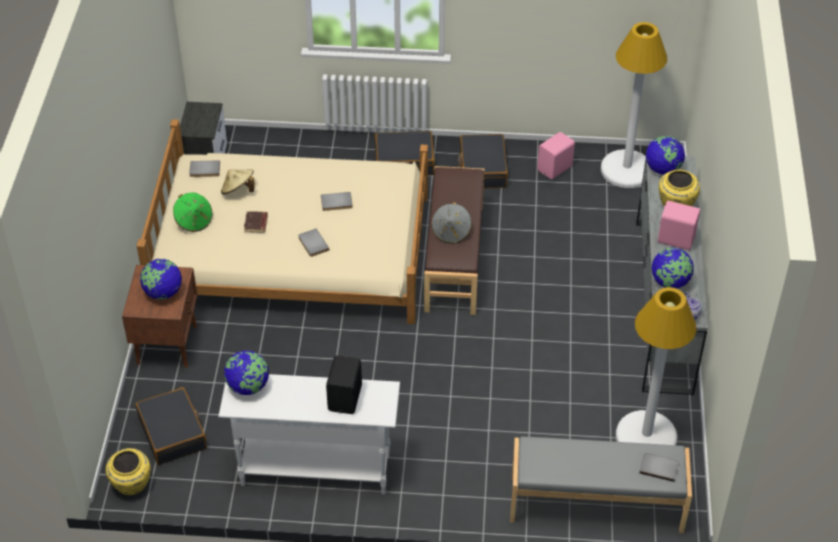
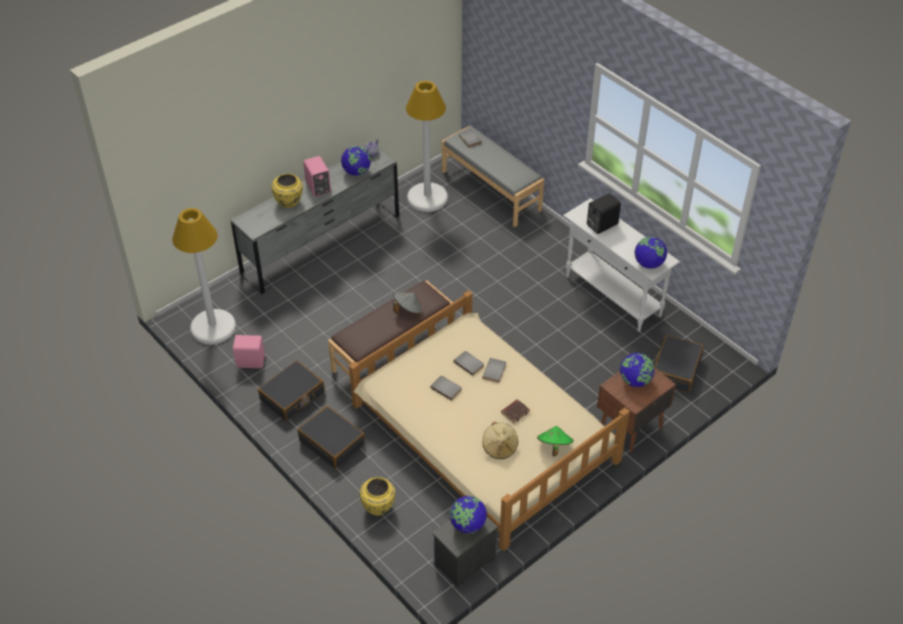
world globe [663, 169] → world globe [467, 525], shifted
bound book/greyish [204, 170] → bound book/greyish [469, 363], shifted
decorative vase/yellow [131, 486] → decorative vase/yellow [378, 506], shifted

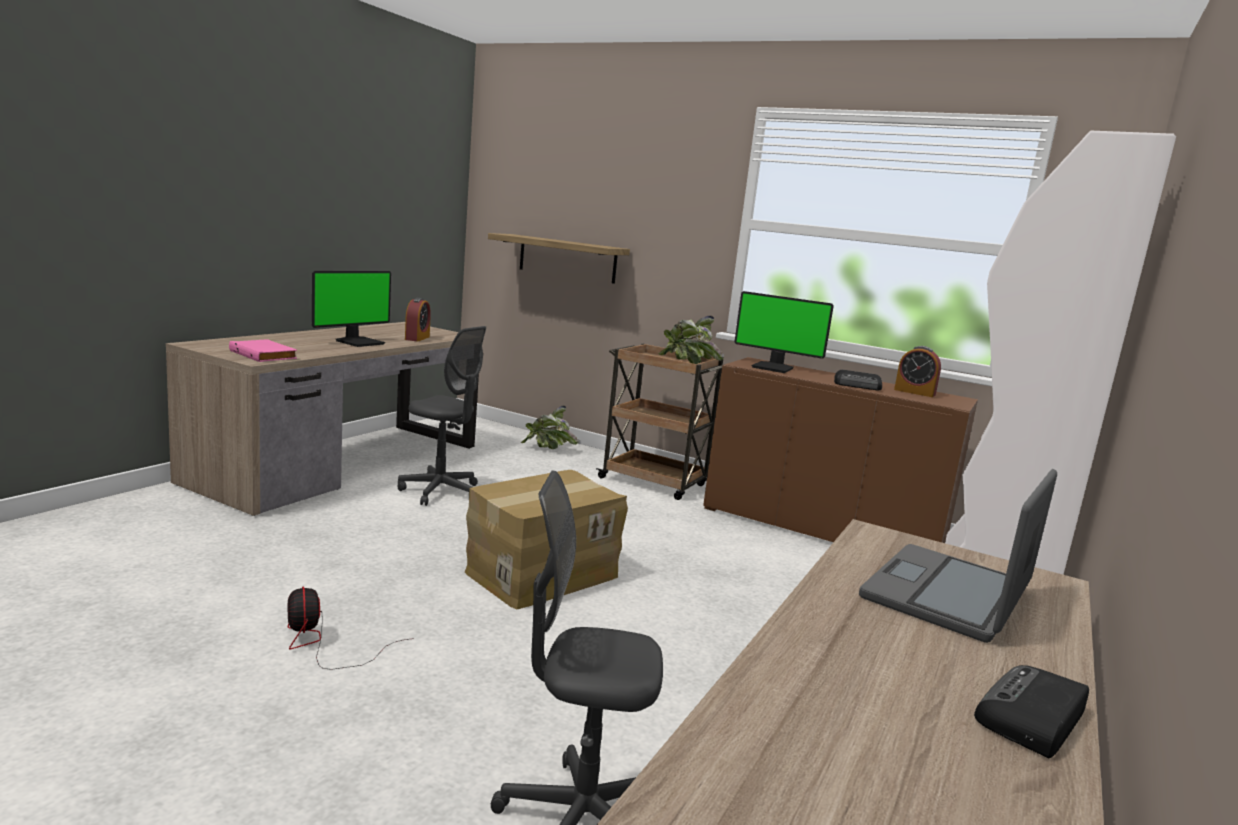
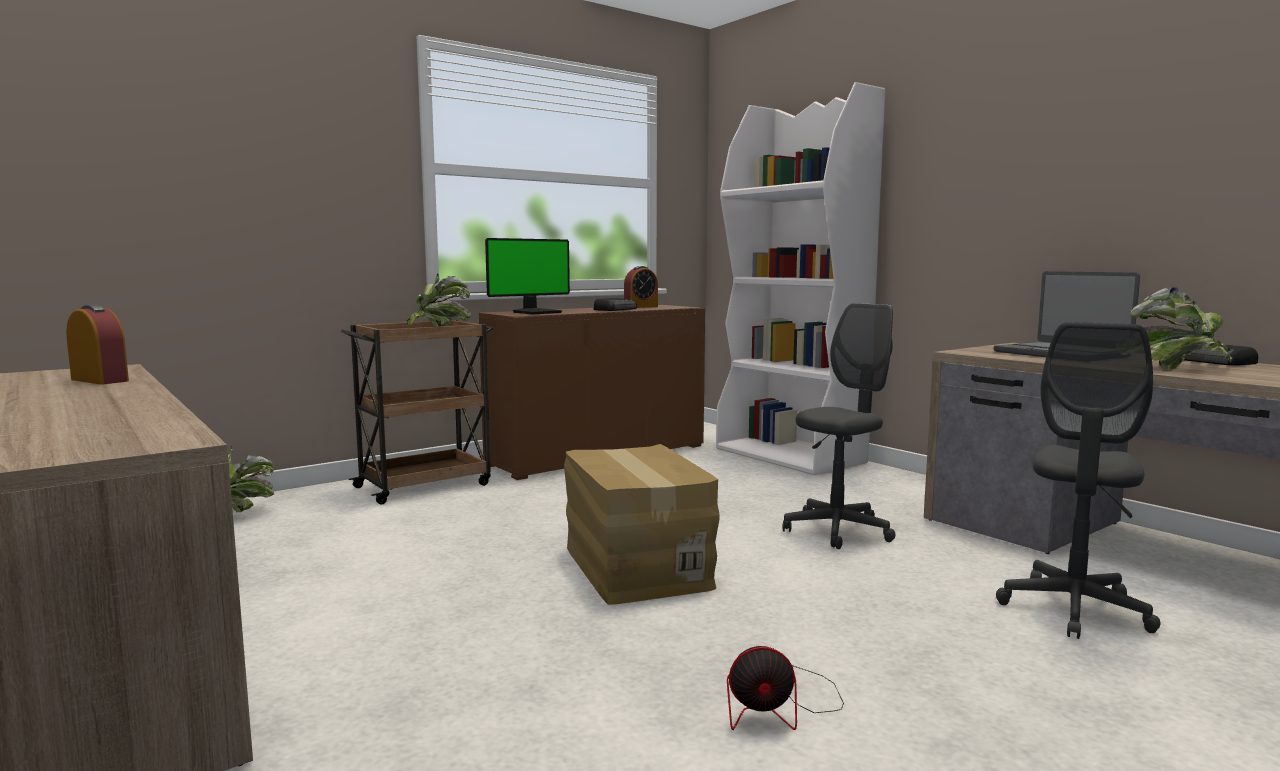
wall shelf [567, 258] → -
computer display [359, 342] → -
computer chair/greyish [441, 492] → computer chair/greyish [837, 530], shifted
bound book/pinkish [265, 354] → -
- → potted plant [1173, 368]

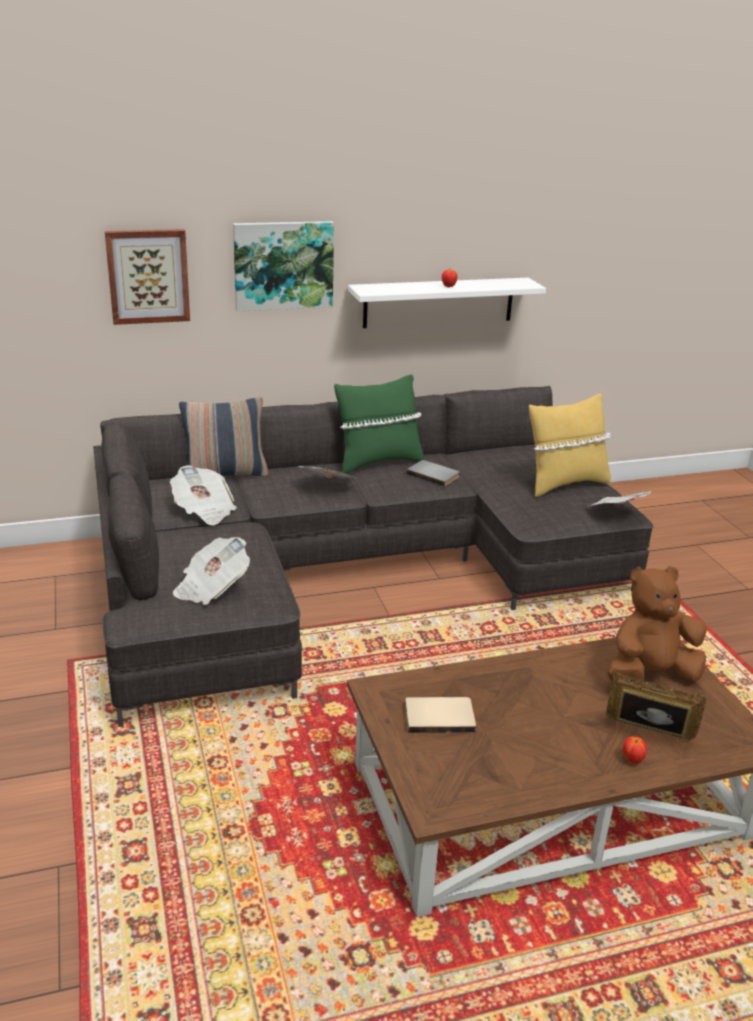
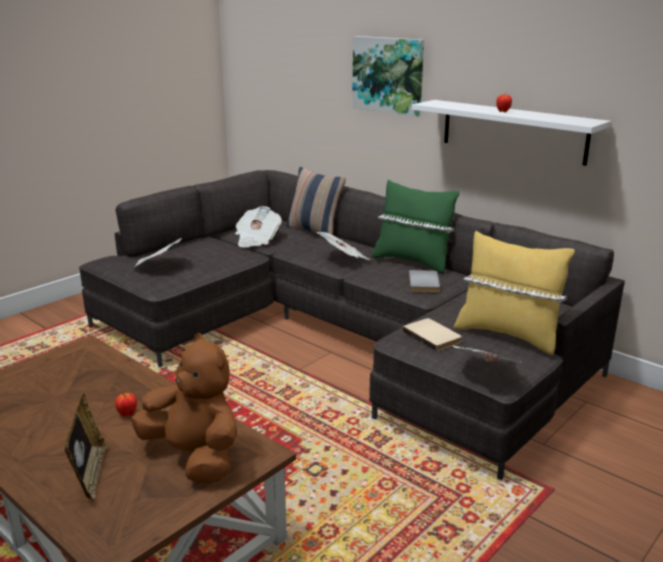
picture [148, 276] → -
bound book/beige [439, 716] → bound book/beige [433, 336], shifted
apple [632, 760] → apple [127, 414], shifted

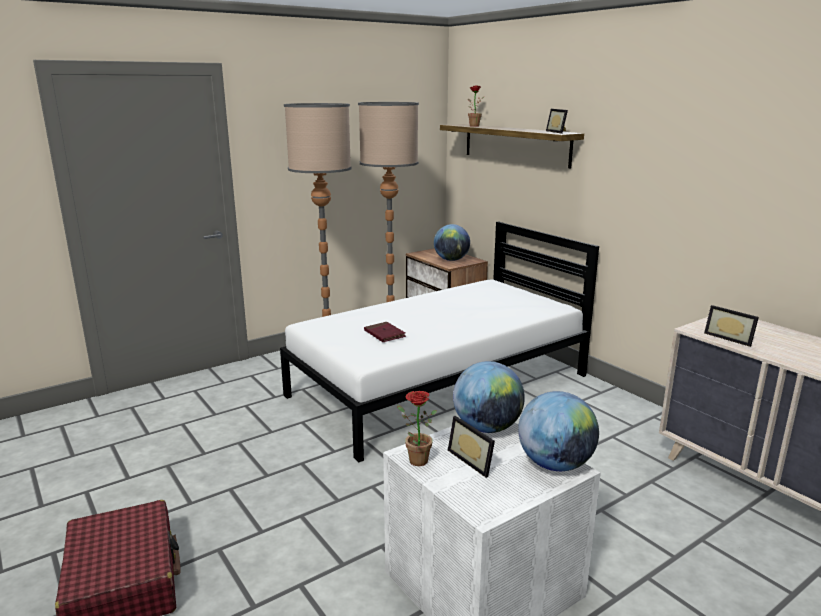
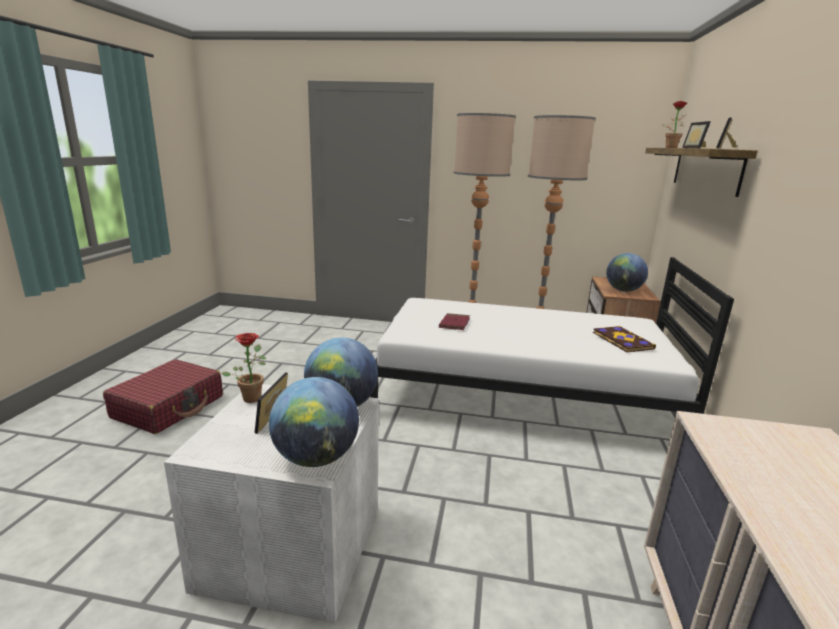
photo frame [730, 338] → photo frame [697, 148], shifted
- → bound book [621, 341]

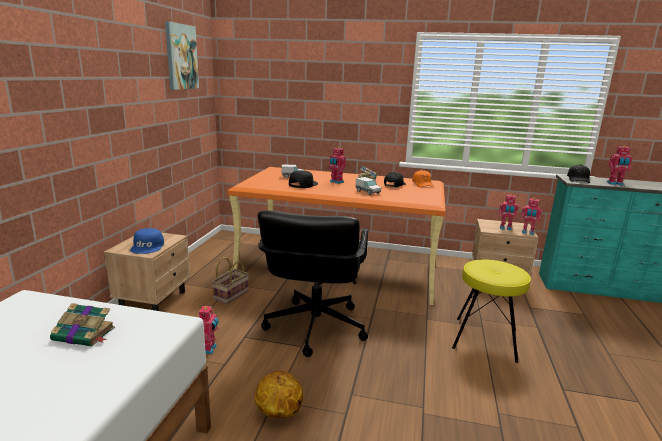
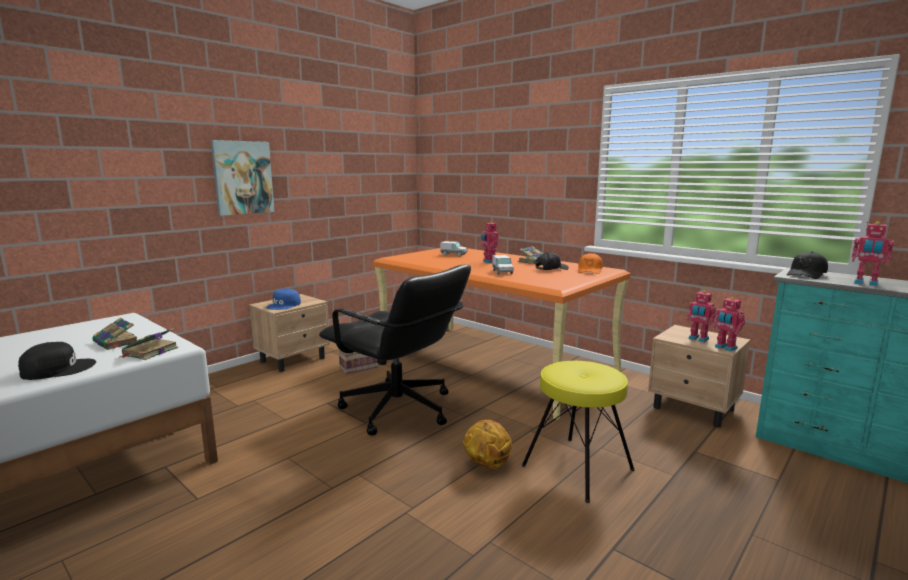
picture [181, 57] → picture [243, 177], shifted
cap/blackish [302, 184] → cap/blackish [58, 369], shifted
computer chair/blackish [314, 327] → computer chair/blackish [398, 410], 90 degrees counterclockwise
robot figure [209, 349] → -
ball for basketball [278, 413] → ball for basketball [486, 464], shifted
- → bound book [149, 352]

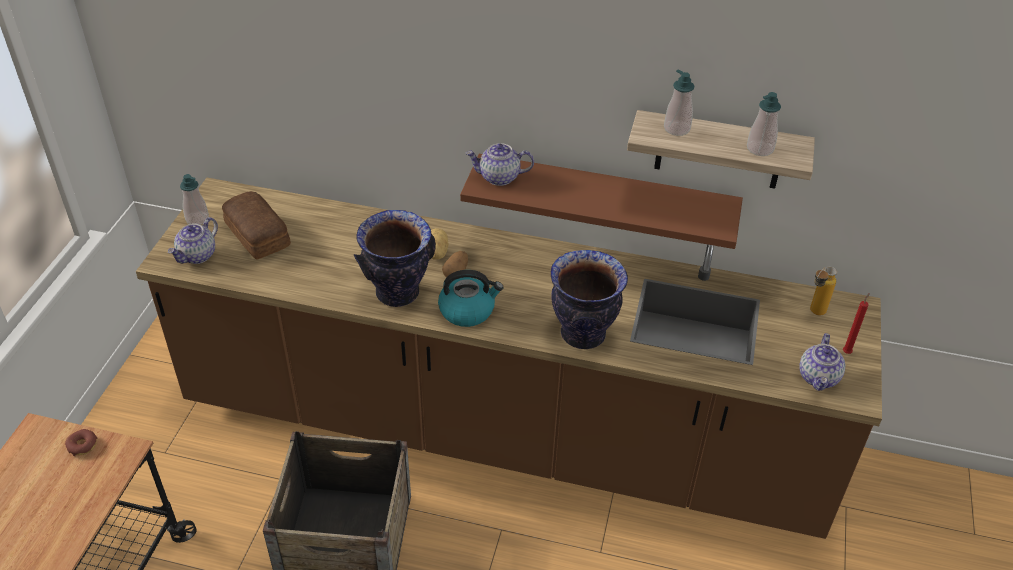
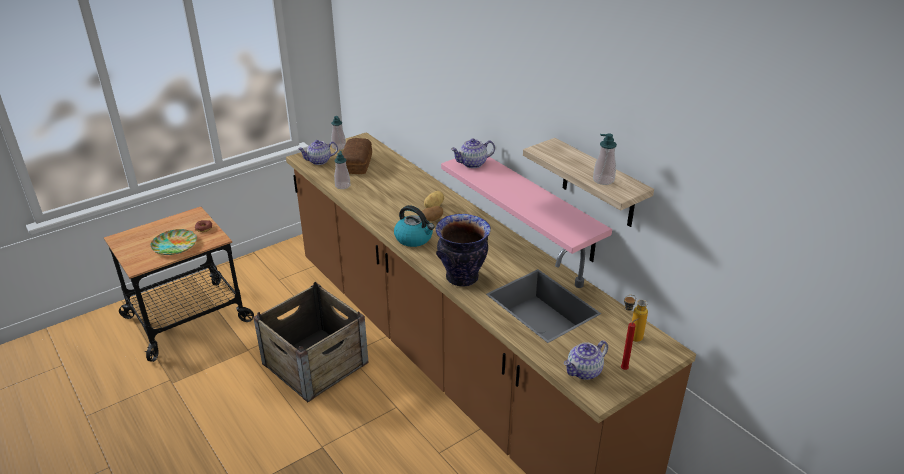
soap dispenser [676, 129] → soap dispenser [342, 186], shifted
tea pot [499, 177] → tea pot [472, 164], 60 degrees counterclockwise
wall shelf/brown-coloured [605, 199] → wall shelf/pinkish [538, 205]
decorative vase [398, 293] → -
- → plate [174, 245]

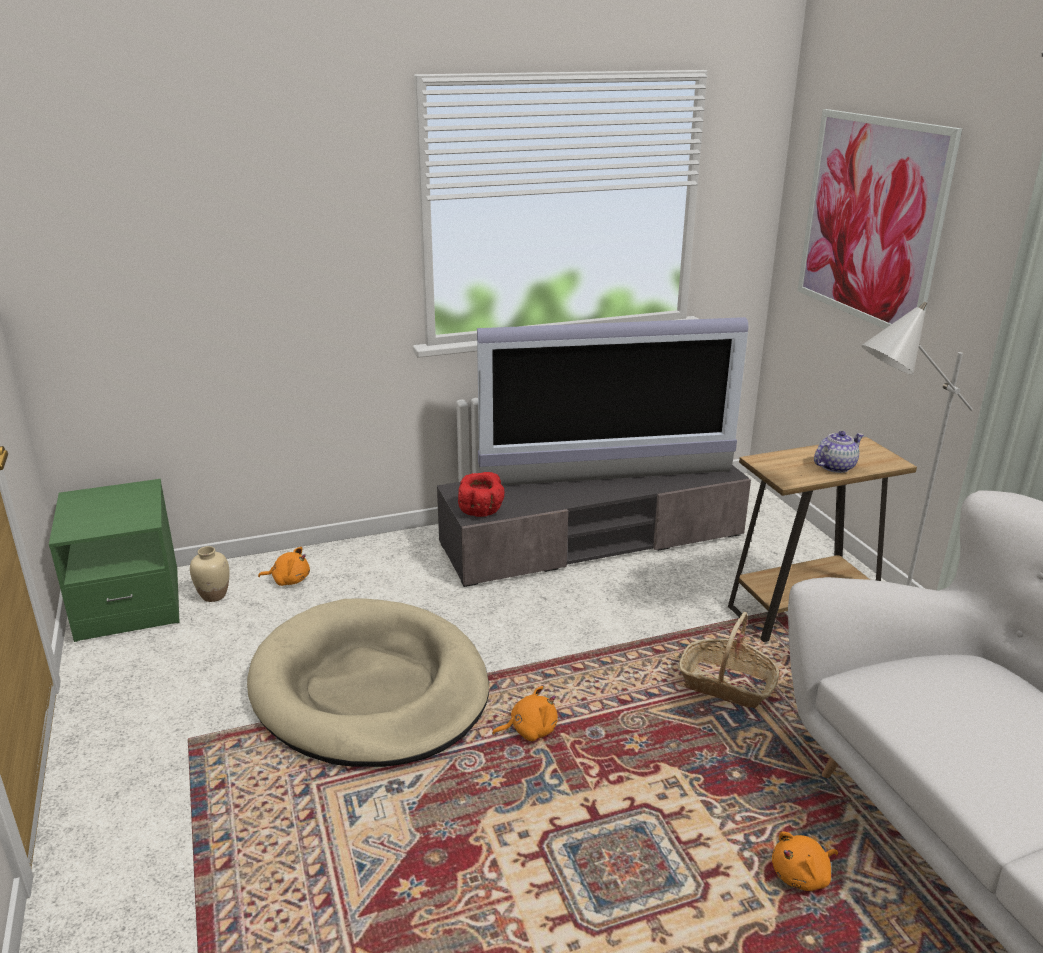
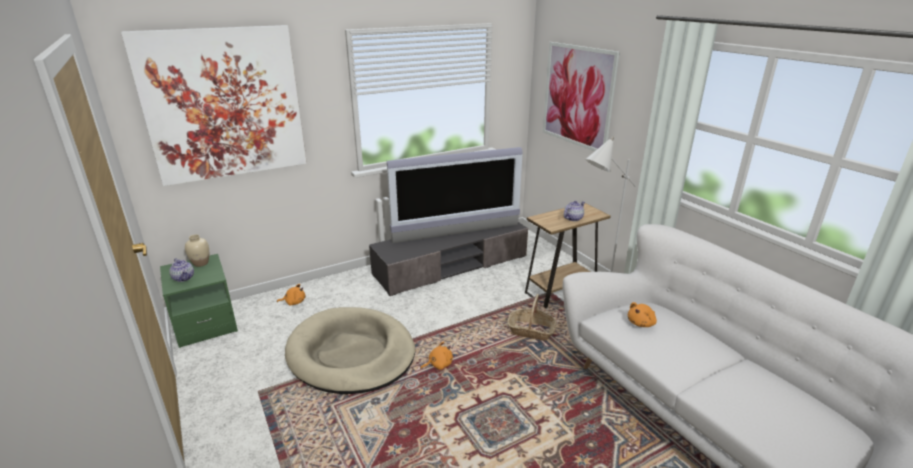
bowl/reddish [482, 510] → -
decorative vase/beige [214, 595] → decorative vase/beige [201, 263], shifted
soft toy/orangey [802, 875] → soft toy/orangey [641, 323], shifted
- → picture [224, 104]
- → tea pot [184, 278]

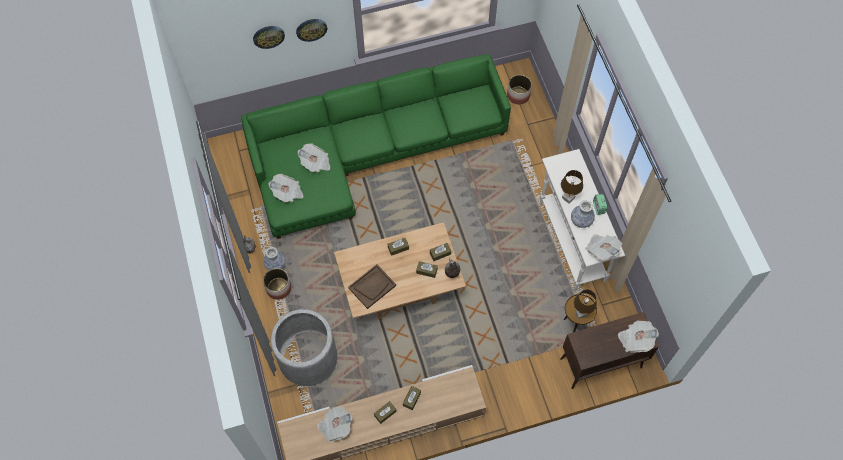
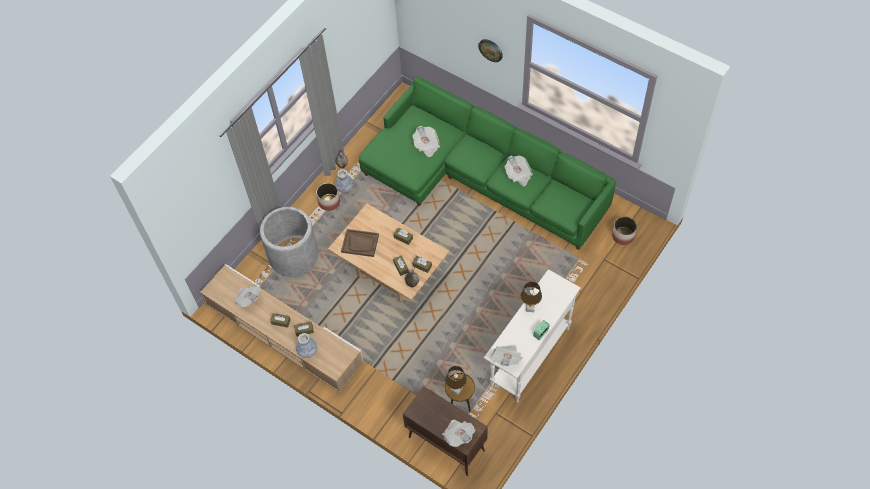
wall clock [268, 36] → -
newspaper [287, 193] → newspaper [518, 175], shifted
decorative vase [581, 220] → decorative vase [307, 351], shifted

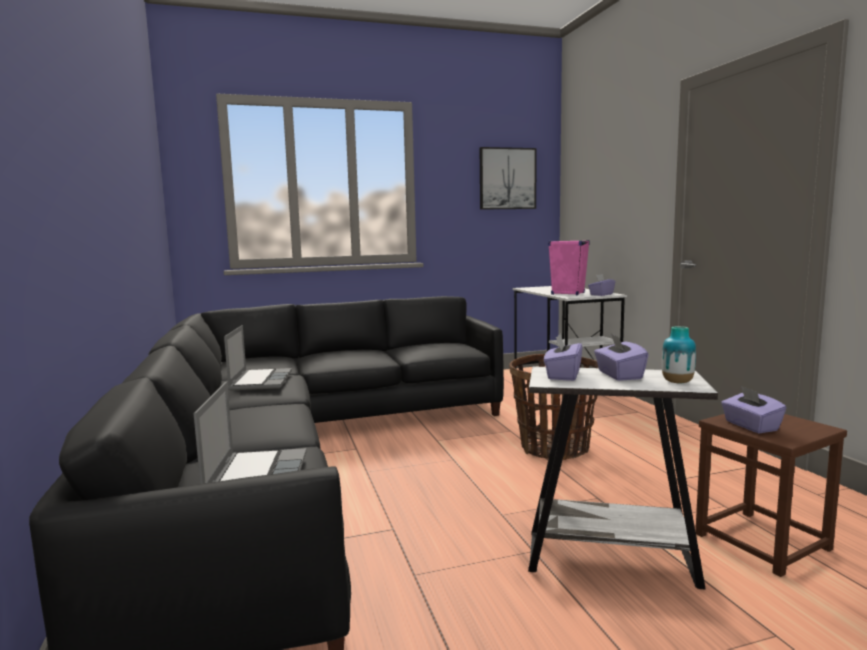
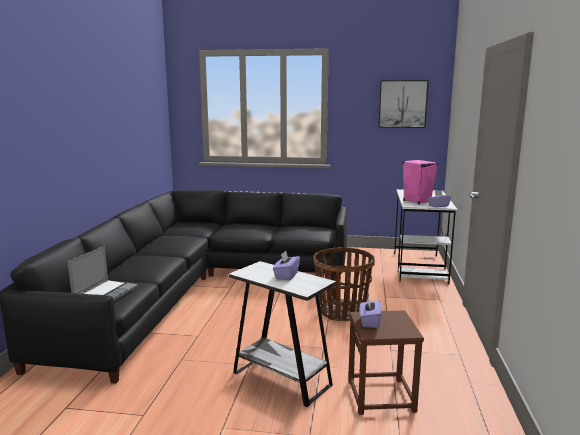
portable computer [260, 381] → -
decorative vase [677, 382] → -
tissue holder/purplish [563, 375] → -

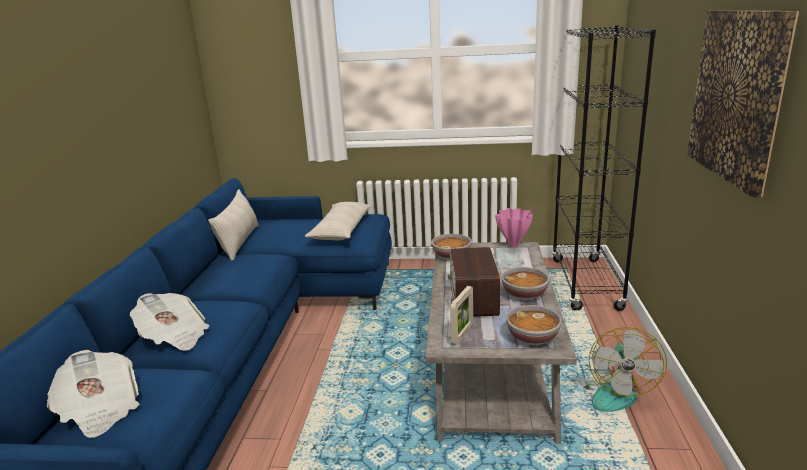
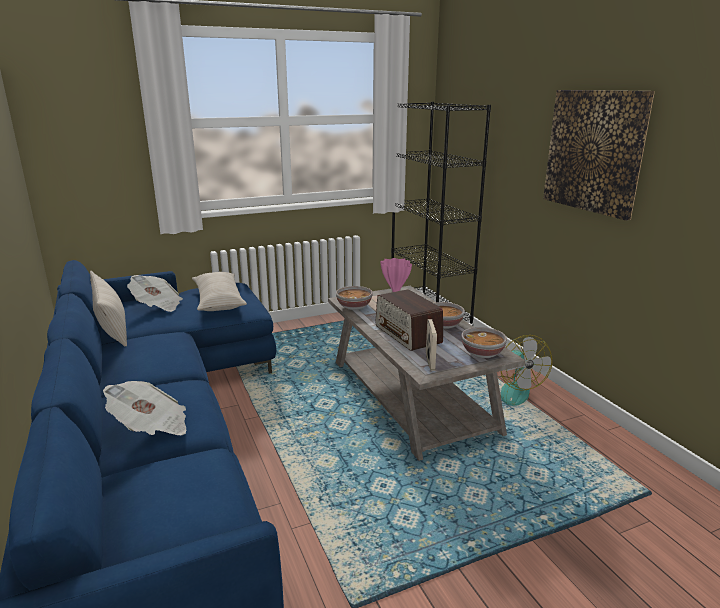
newspaper [99, 410] → newspaper [157, 305], shifted

